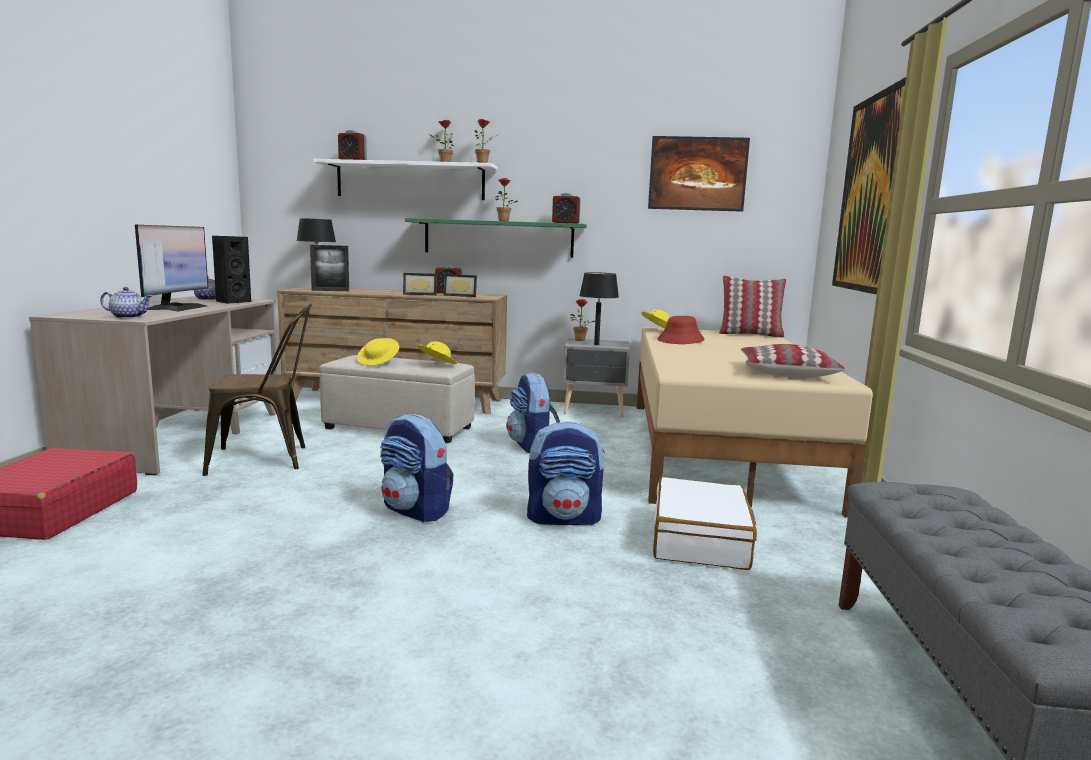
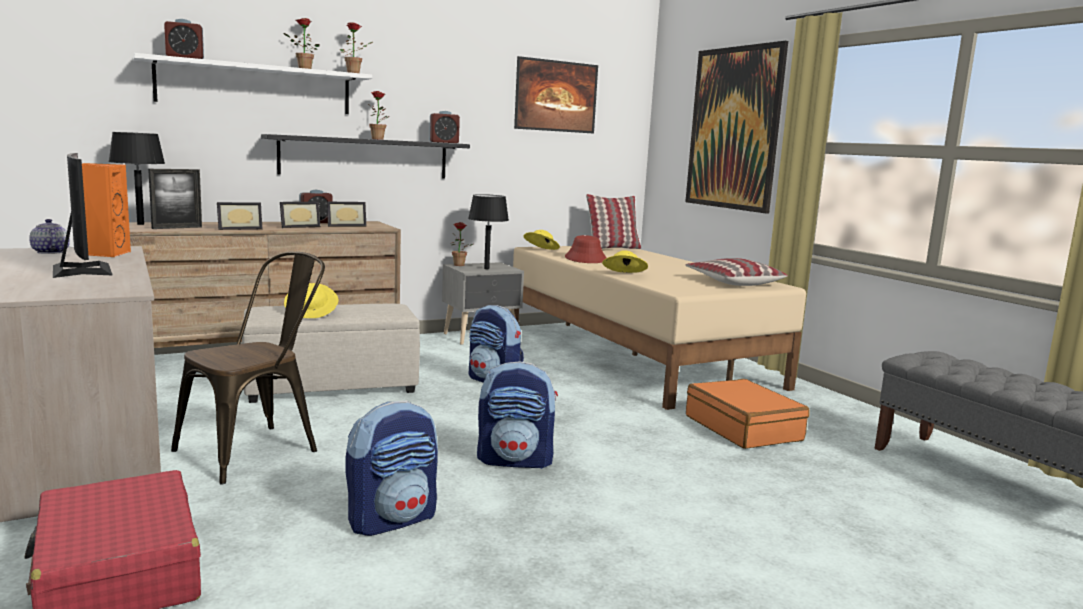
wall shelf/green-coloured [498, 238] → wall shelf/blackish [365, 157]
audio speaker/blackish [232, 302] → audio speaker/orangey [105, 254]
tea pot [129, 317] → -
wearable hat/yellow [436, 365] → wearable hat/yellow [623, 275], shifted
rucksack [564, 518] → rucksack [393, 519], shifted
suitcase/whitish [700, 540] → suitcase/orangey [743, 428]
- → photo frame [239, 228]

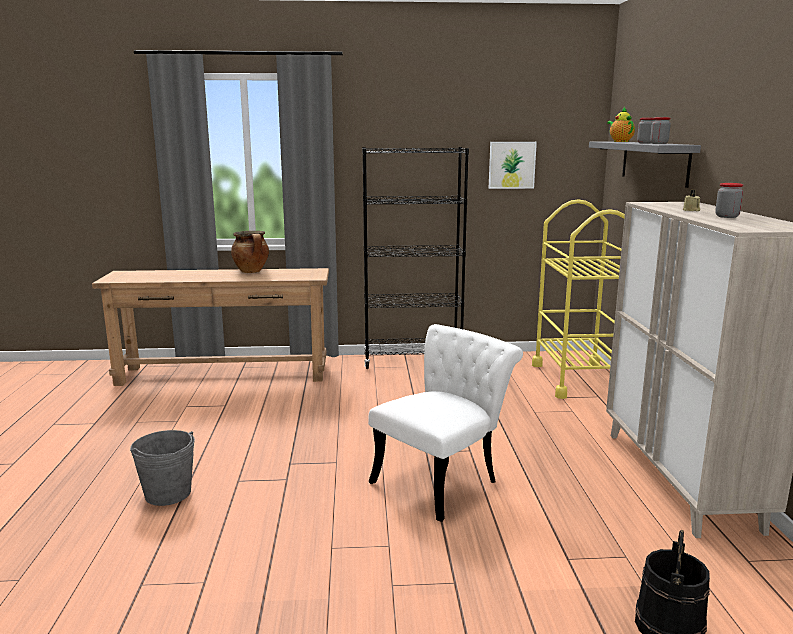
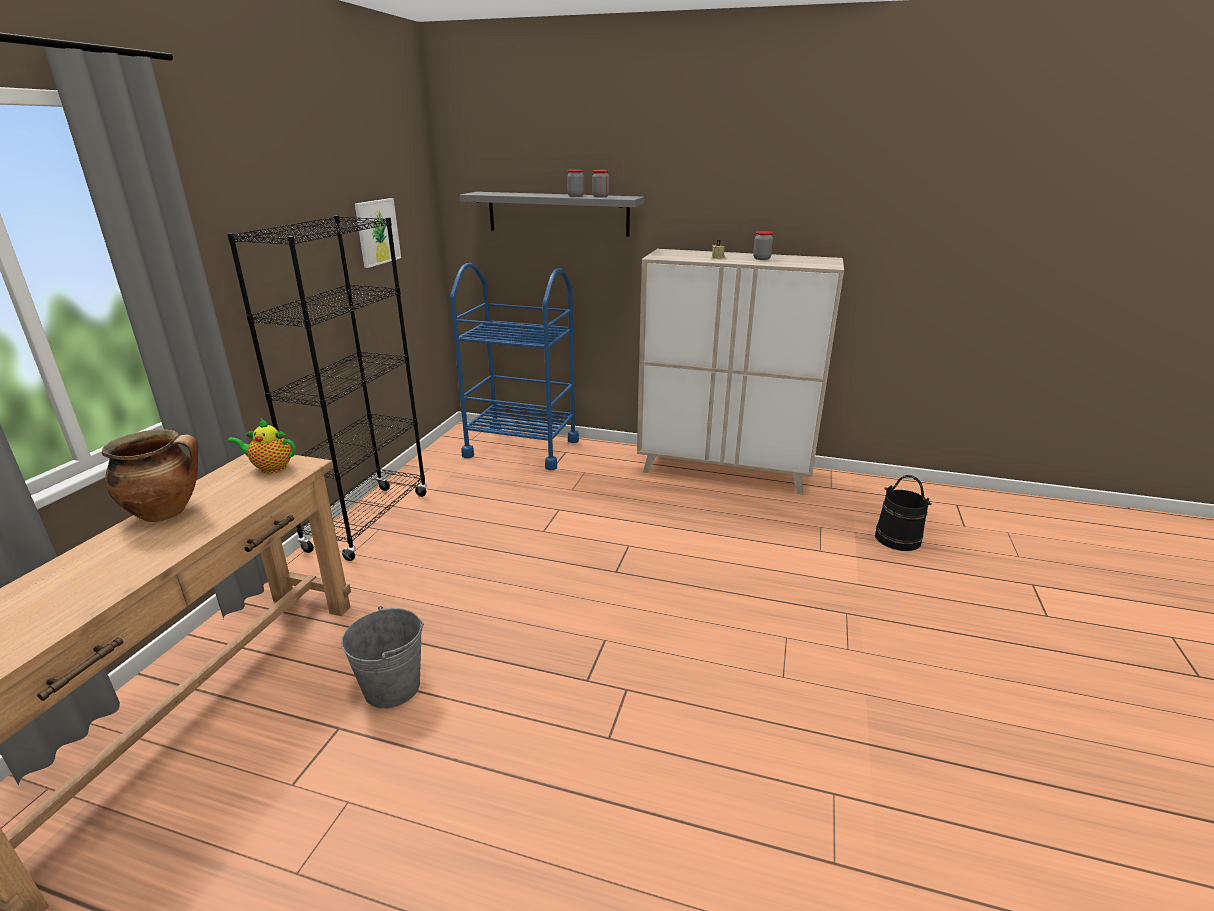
tea pot [620, 141] → tea pot [270, 468], shifted
wheeled cart/yellow [578, 379] → wheeled cart/bluish [522, 448]
upright chair/whitish [443, 480] → -
bucket/greyish [168, 493] → bucket/greyish [392, 687], shifted

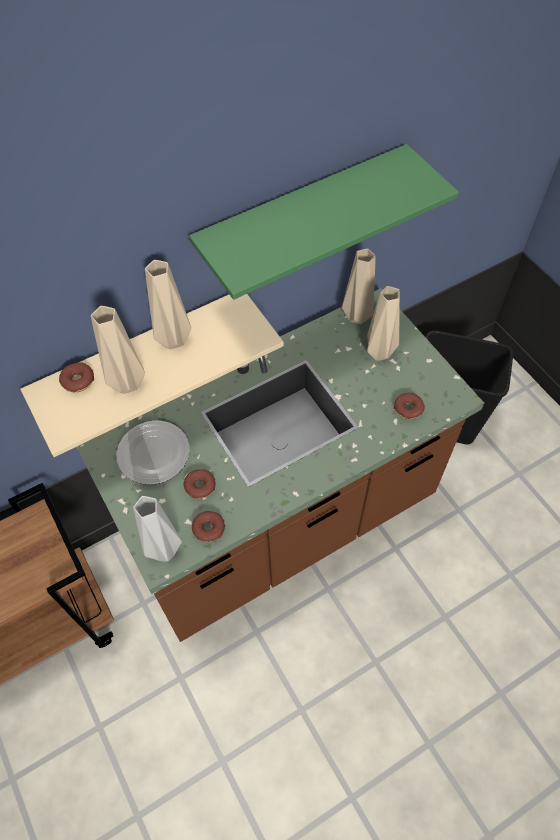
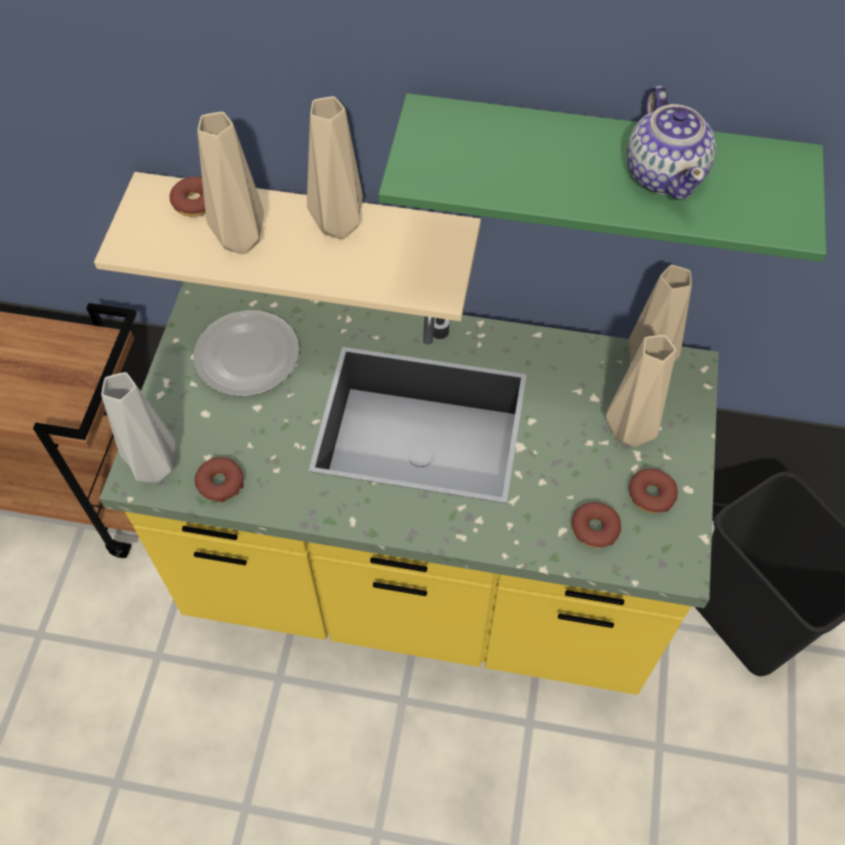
kitchen base unit/brown-coloured [282, 522] → kitchen base unit/yellow [422, 578]
donut [200, 486] → donut [651, 495], shifted
- → tea pot [664, 174]

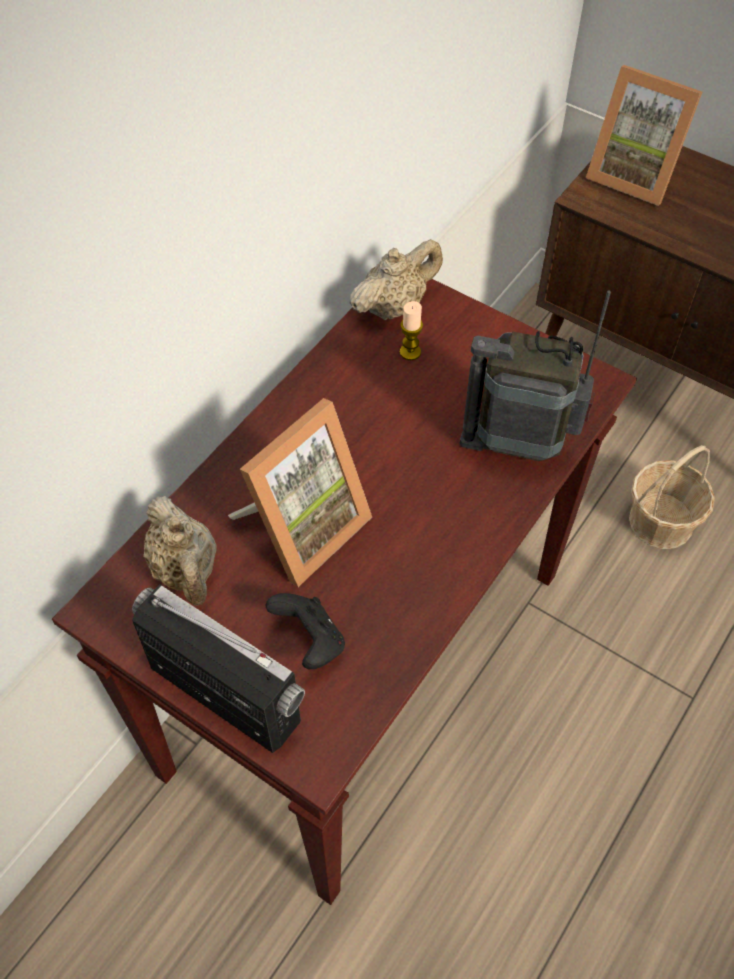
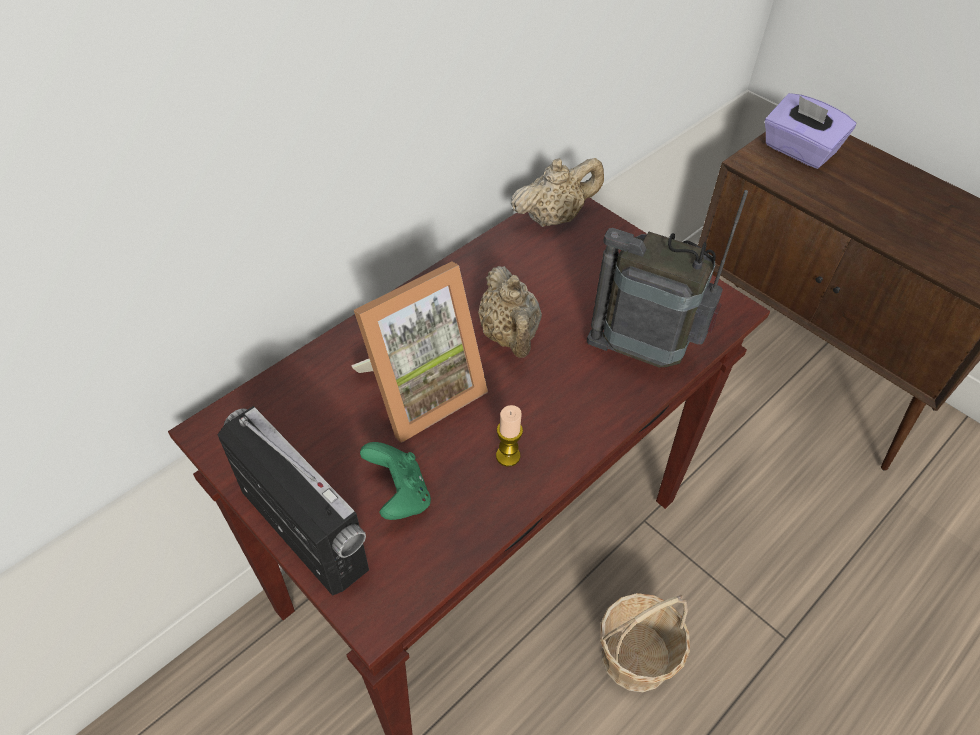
photo frame [634, 175] → tissue holder/purplish [798, 150]
wax candle [410, 352] → wax candle [508, 456], shifted
storage basket [661, 521] → storage basket [636, 656], shifted
tea pot/beige [186, 571] → tea pot/beige [510, 336], shifted
game controller/blackish [310, 641] → game controller/green-coloured [399, 495]

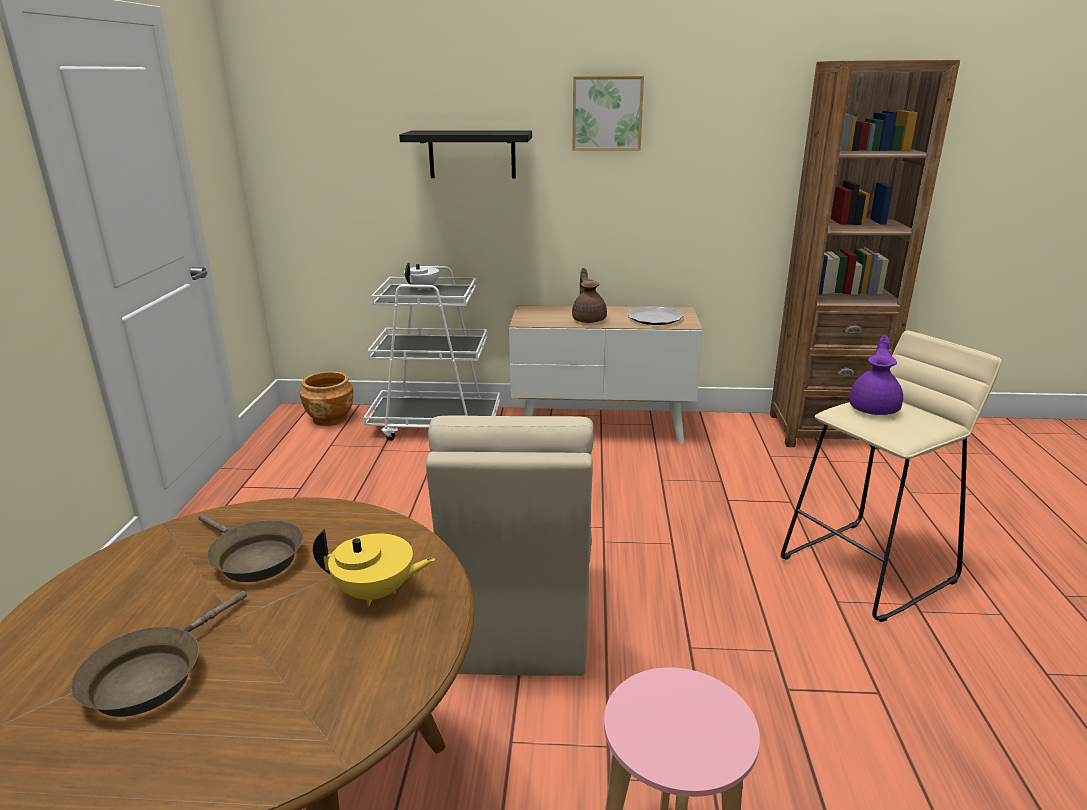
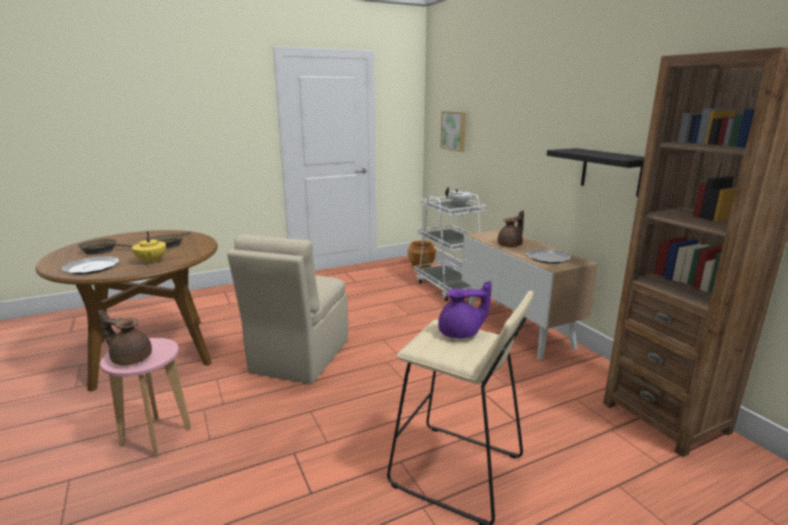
picture [607, 113] → picture [454, 131], shifted
wall shelf/blackish [472, 154] → wall shelf/blackish [611, 172], shifted
upright chair/beige [519, 620] → upright chair/beige [299, 357], 45 degrees counterclockwise
- → plate [91, 267]
- → tea pot/brown-coloured [130, 358]

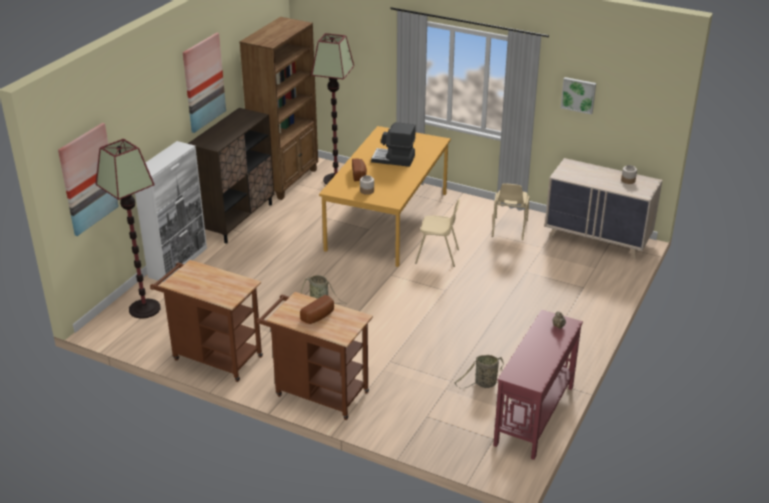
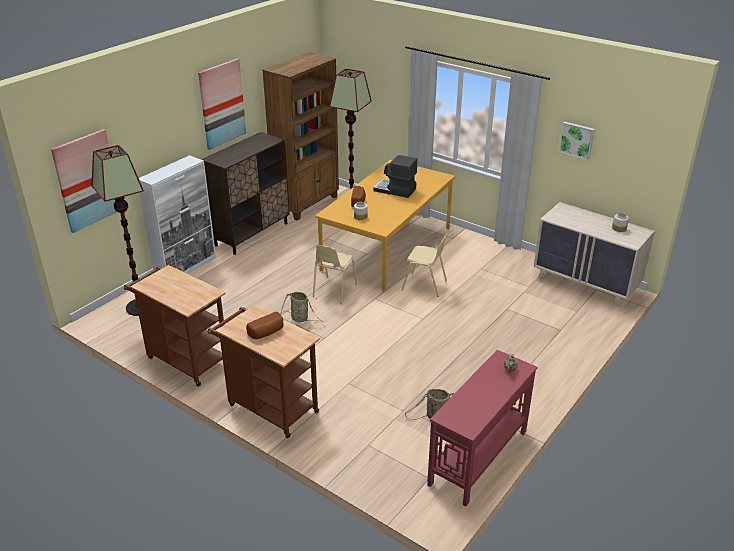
upright chair/beige [509, 229] → upright chair/beige [334, 290], shifted

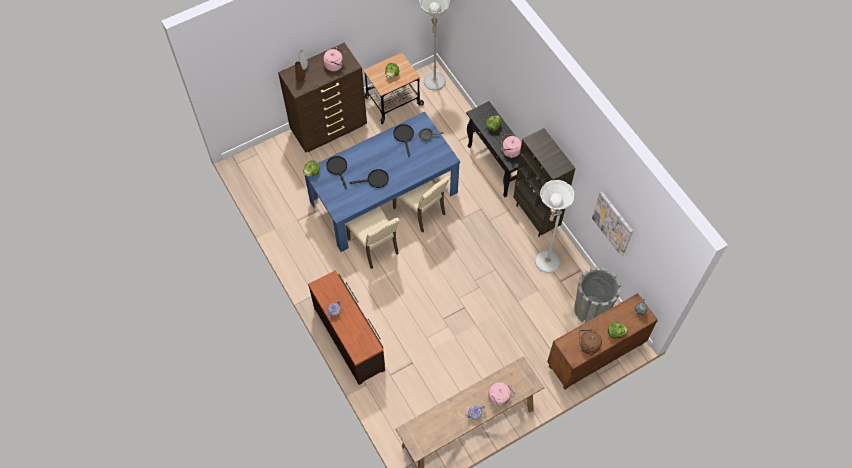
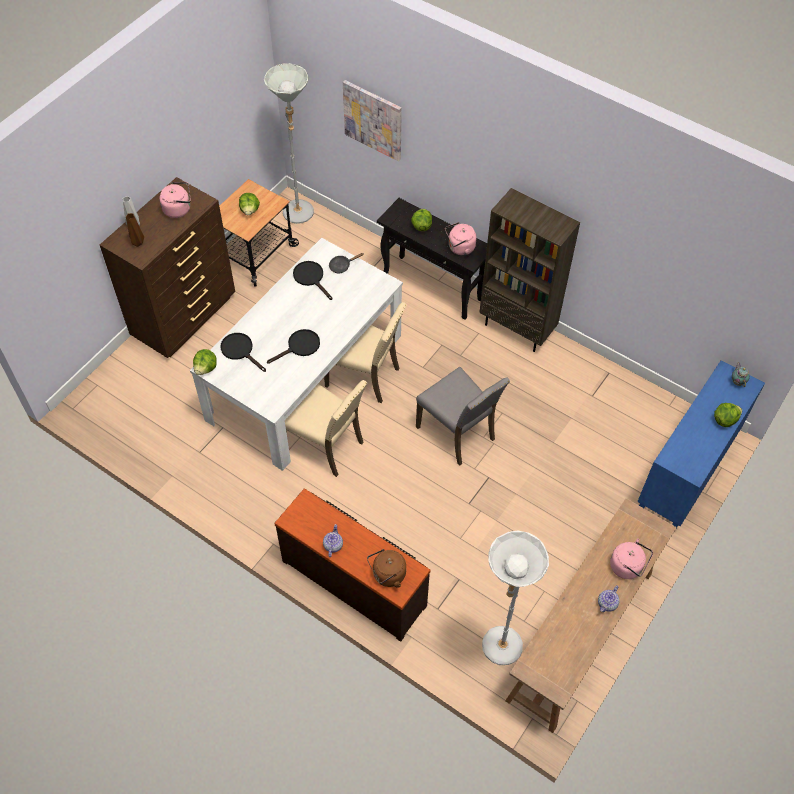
dining table/bluish [384, 197] → dining table/whitish [305, 377]
floor lamp/whitish [542, 264] → floor lamp/whitish [497, 653], shifted
picture [613, 223] → picture [373, 120], shifted
flower pot/greyish [591, 309] → -
cupboard/brown-coloured [595, 356] → cupboard/bluish [687, 471]
water kettle/brown-coloured [587, 346] → water kettle/brown-coloured [387, 575], shifted
- → upright chair/greyish [458, 433]

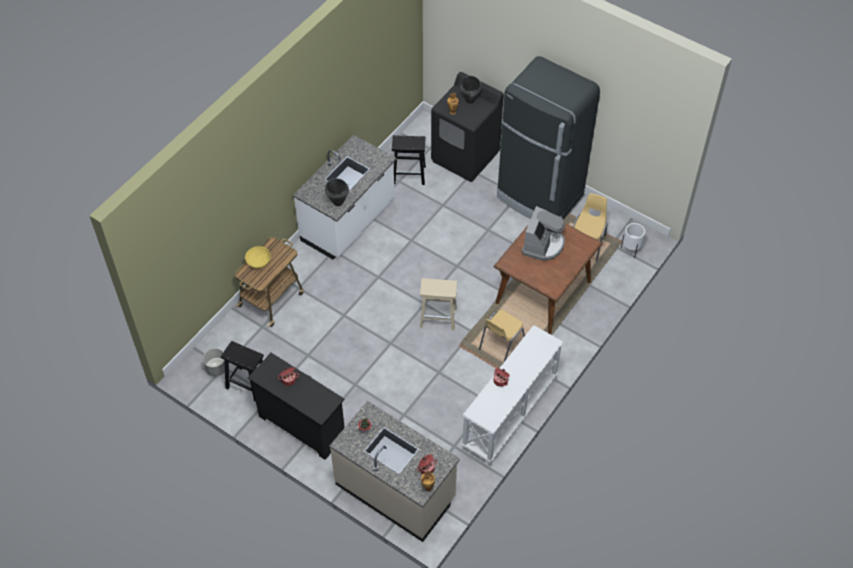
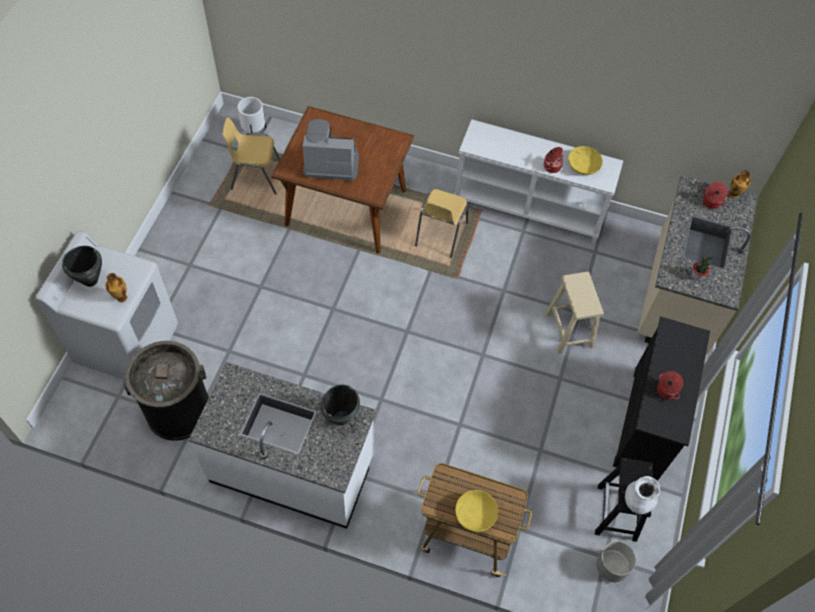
kitchen fridge/blackish [539, 197] → -
laundry machine/blackish [465, 157] → laundry machine/whitish [128, 344]
stool seat/blackish [409, 174] → rubbish bin/blackish [178, 410]
stool seat/beige [438, 317] → stool seat/beige [568, 330], shifted
upright chair/yellow [501, 345] → upright chair/yellow [440, 234], 90 degrees clockwise
- → bowl/yellow [583, 166]
- → decorative vase/whitish [637, 501]

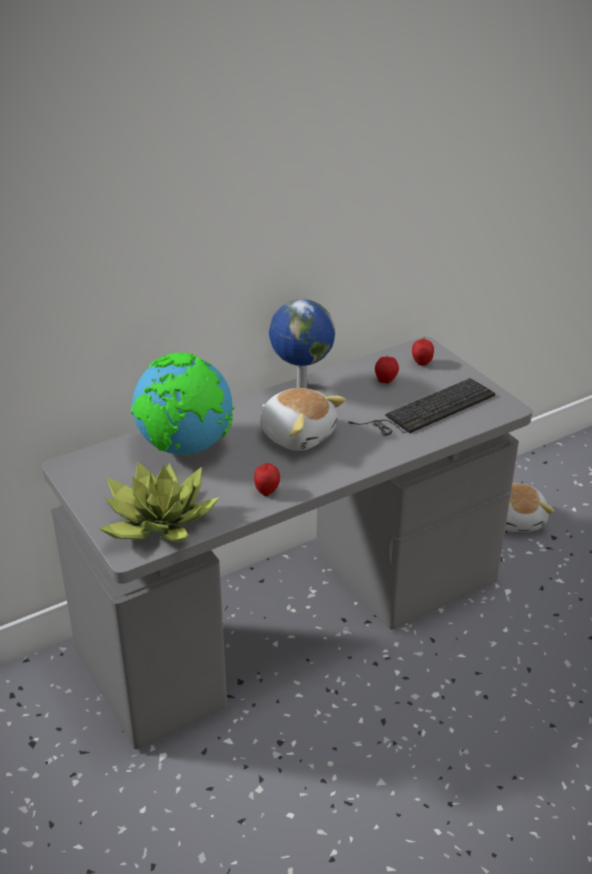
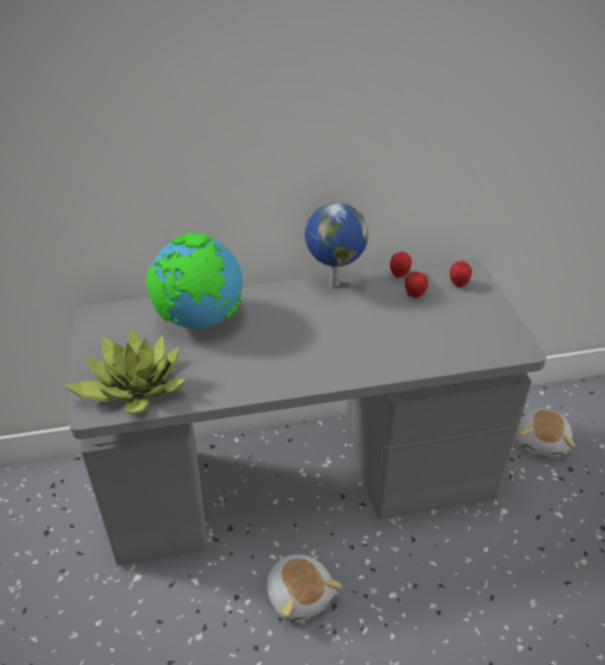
keyboard [427, 410] → -
soft toy [298, 434] → soft toy [300, 594], shifted
apple [267, 491] → apple [399, 275], shifted

